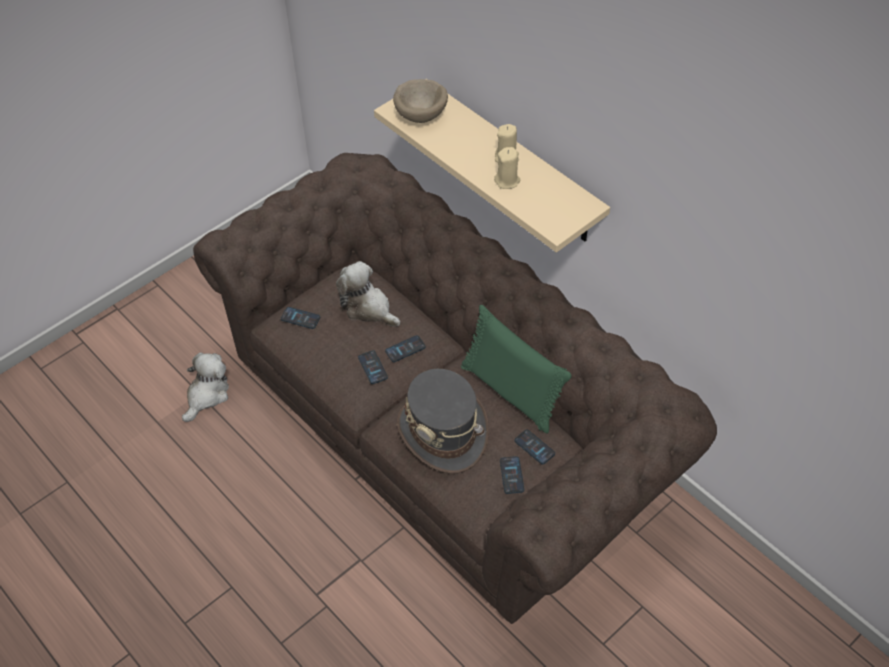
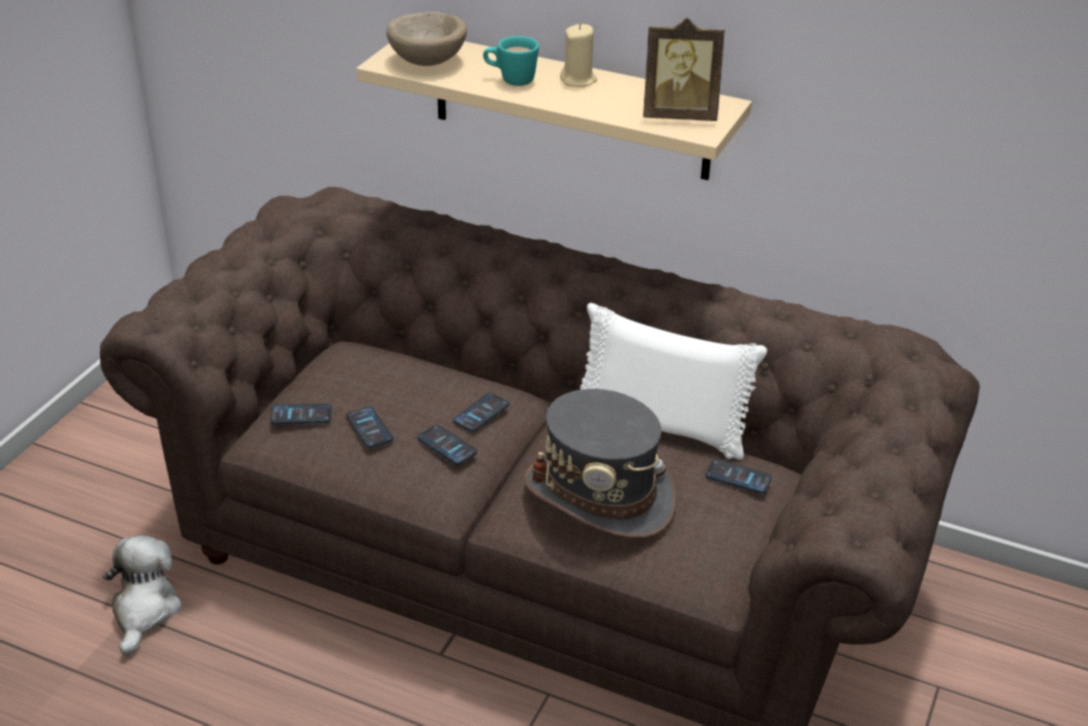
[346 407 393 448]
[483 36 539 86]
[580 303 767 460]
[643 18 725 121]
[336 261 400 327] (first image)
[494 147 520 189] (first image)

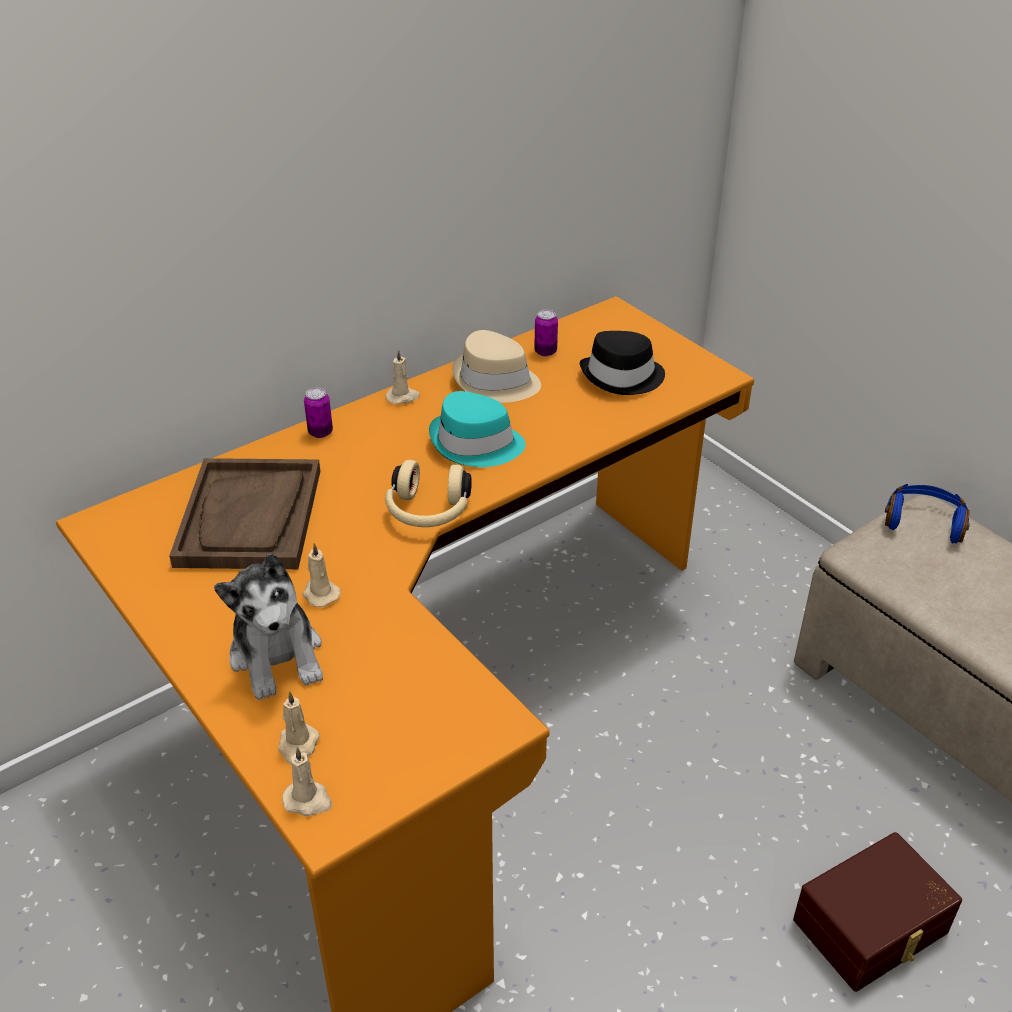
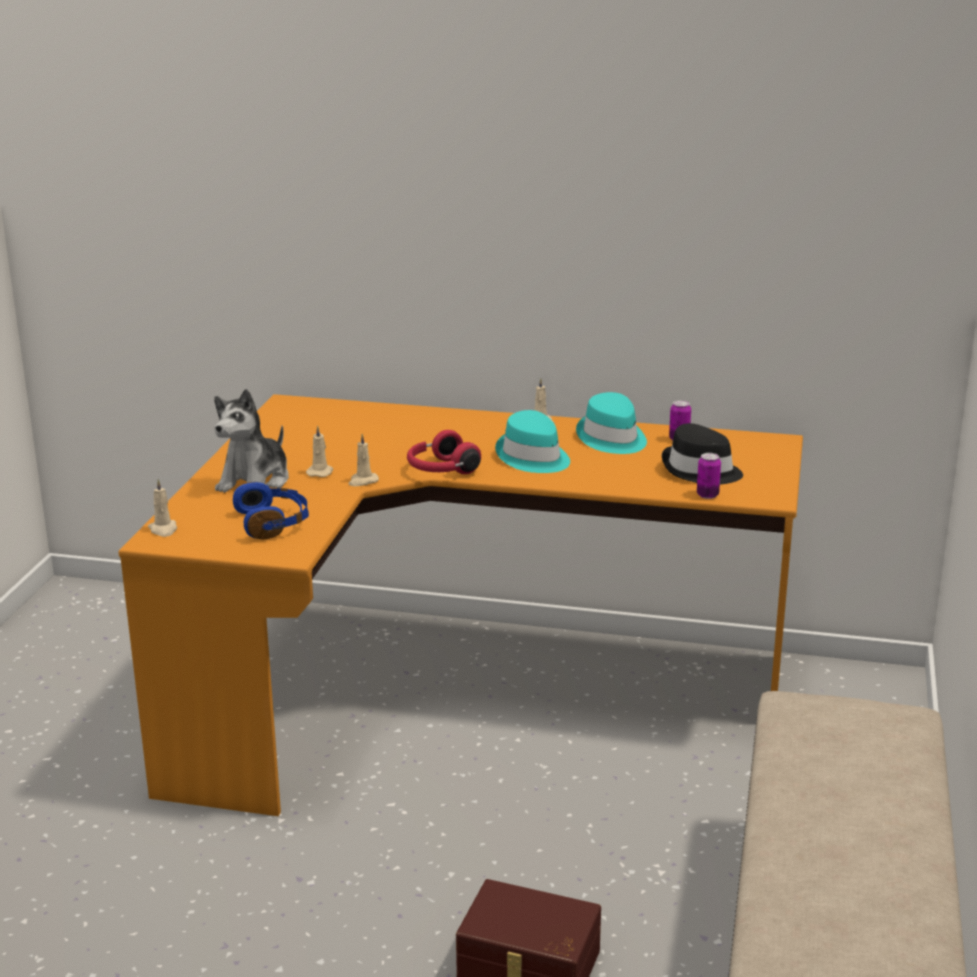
[233 482 309 539]
[348 434 379 486]
[407 430 481 474]
[576 392 647 454]
[697 453 721 499]
[169 458 320 569] (first image)

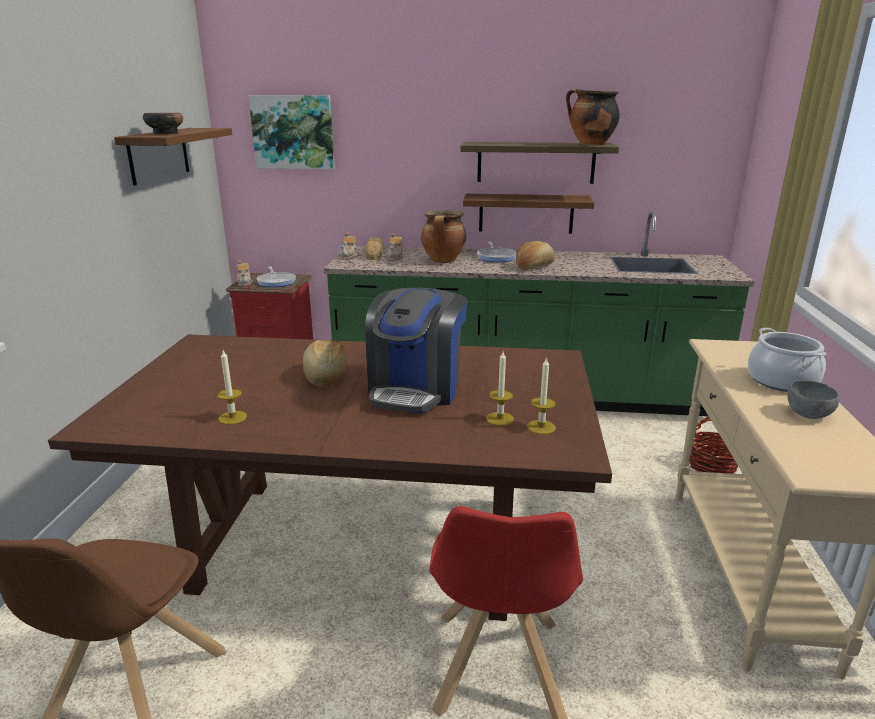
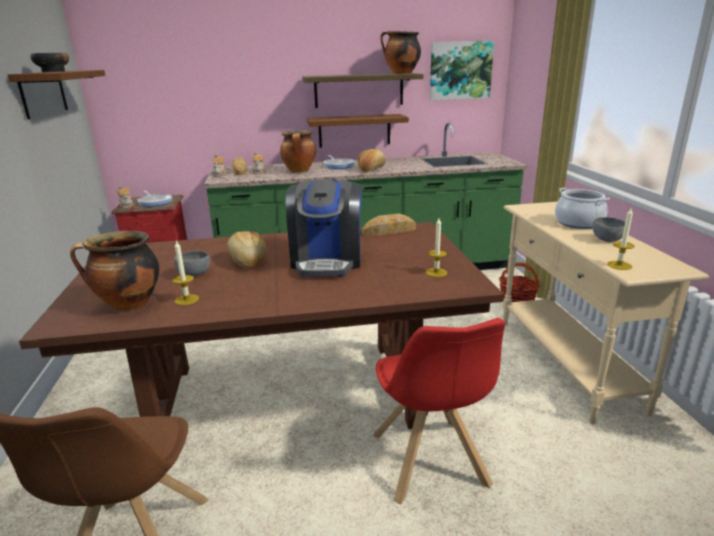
[70 231 159 311]
[174 251 210 276]
[362 213 416 236]
[430 41 494 100]
[607 208 634 270]

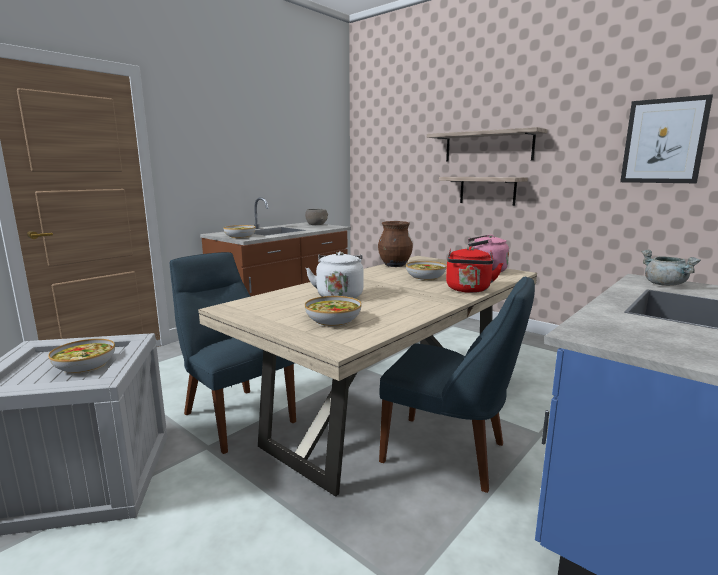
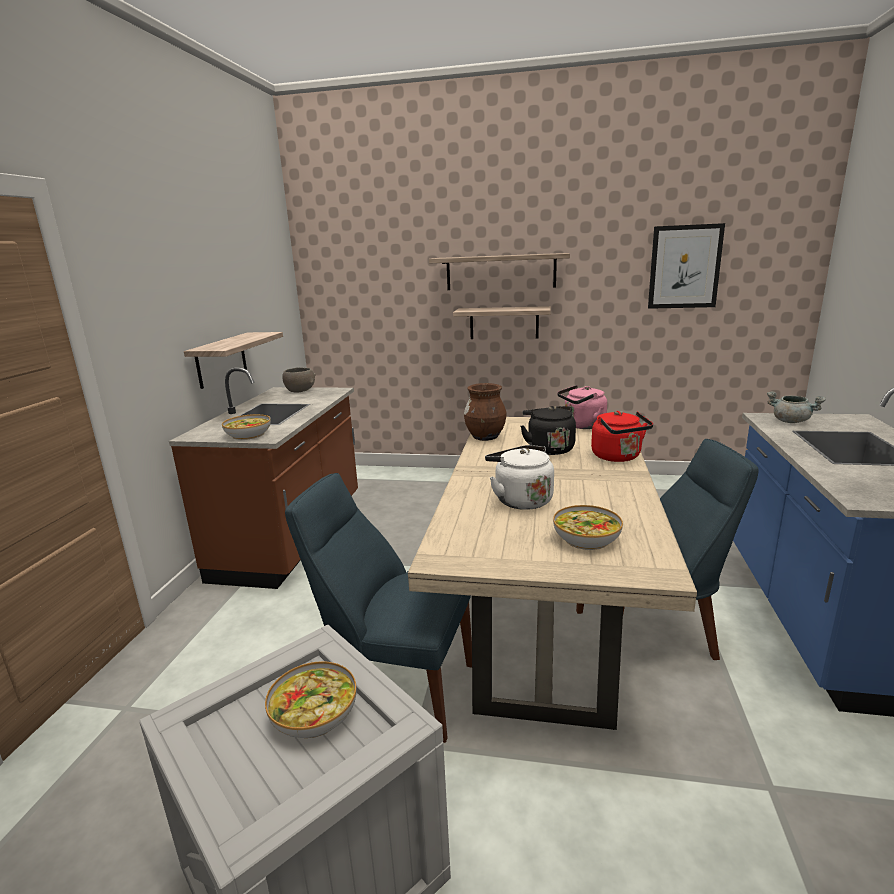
[184 332 283 389]
[521 406 576 455]

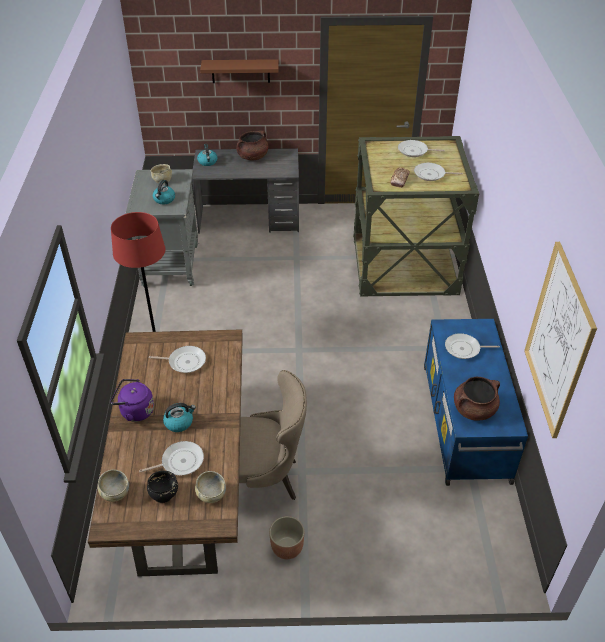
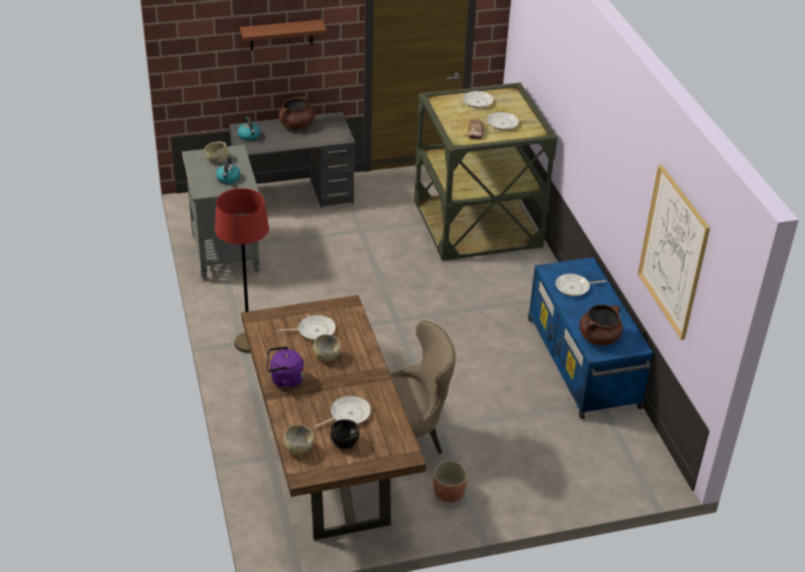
[313 334 341 362]
[163 403 196 432] (first image)

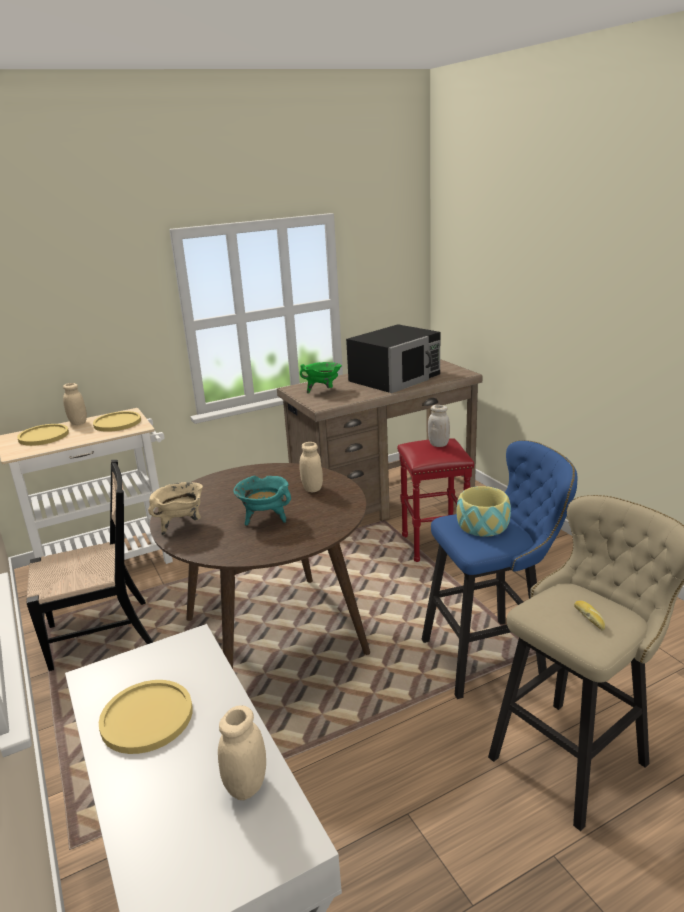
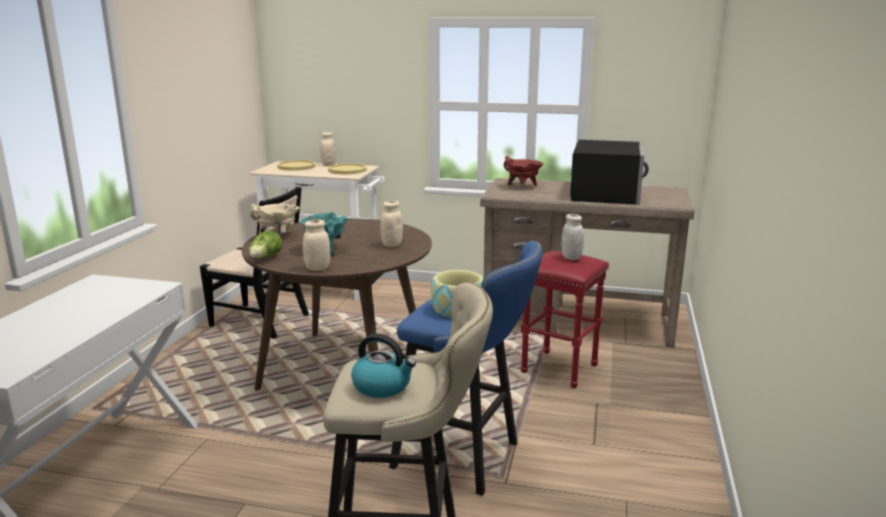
[249 230 282 258]
[303 220 330 271]
[351 333 416 398]
[504 156 544 186]
[570 140 649 205]
[99 680 193 754] (first image)

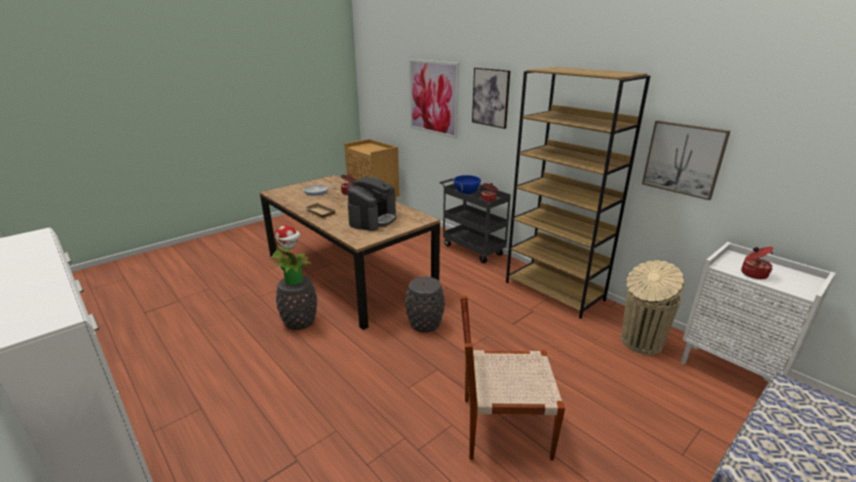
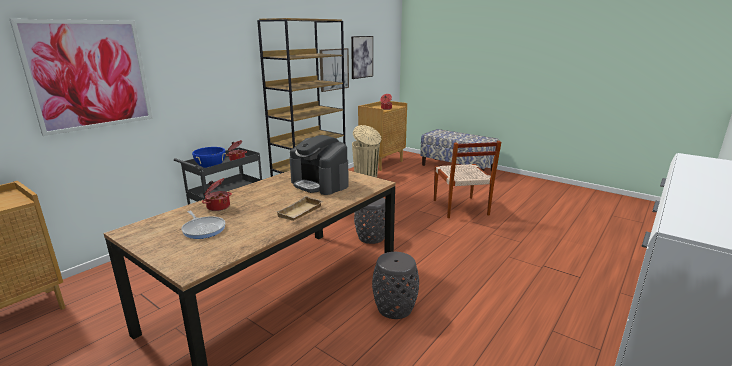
[290 135 349 195]
[351 36 373 79]
[358 101 407 171]
[271 225 311 285] (first image)

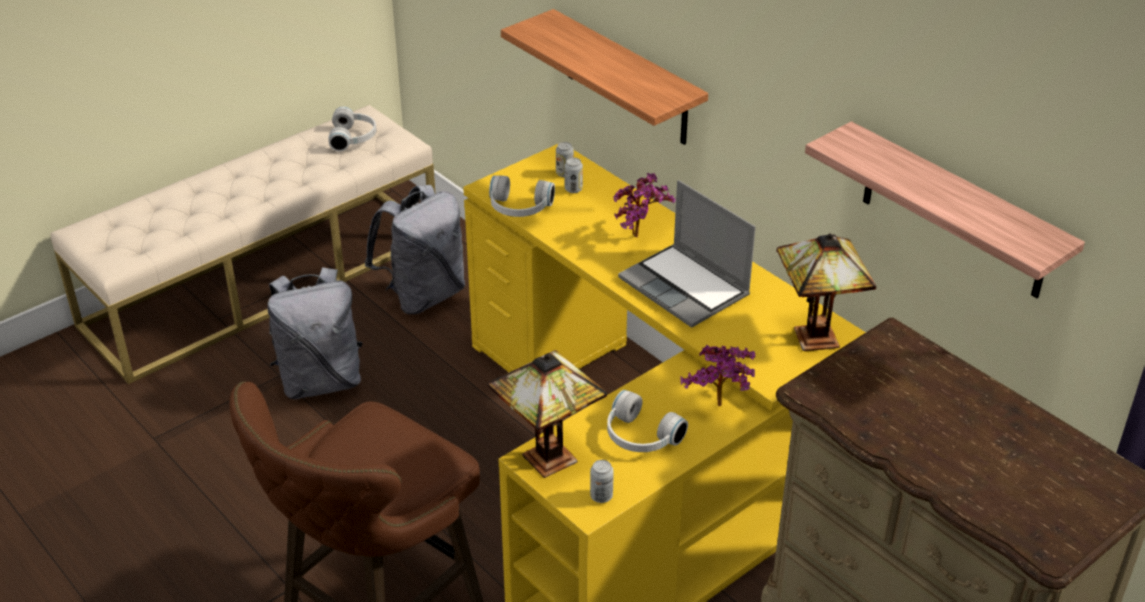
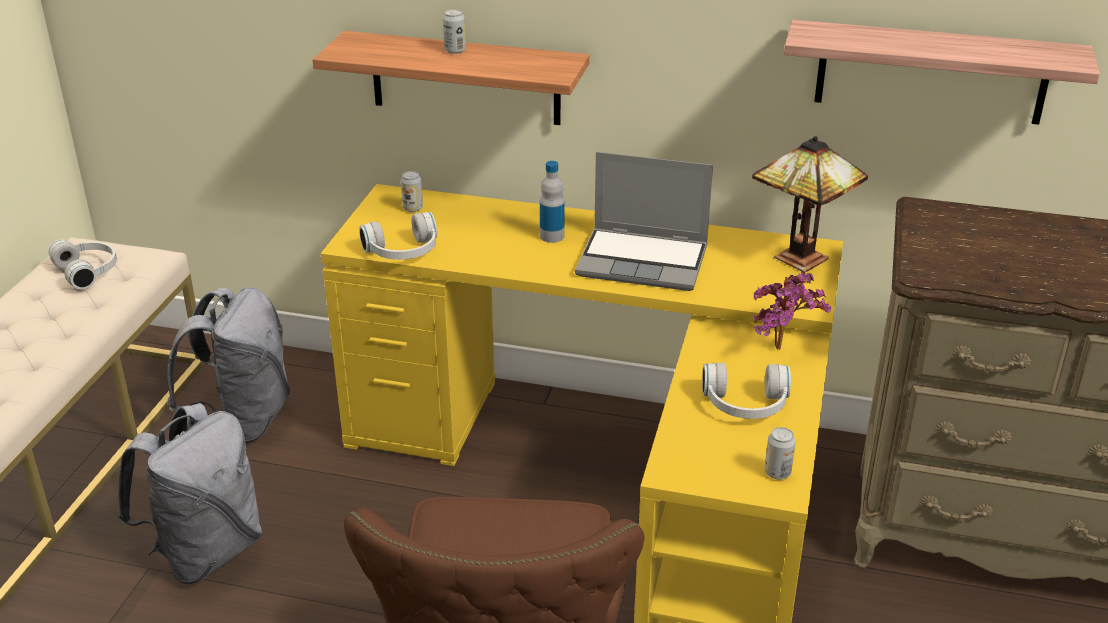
[443 9 466 54]
[540 161 565 243]
[488 350 607 478] (first image)

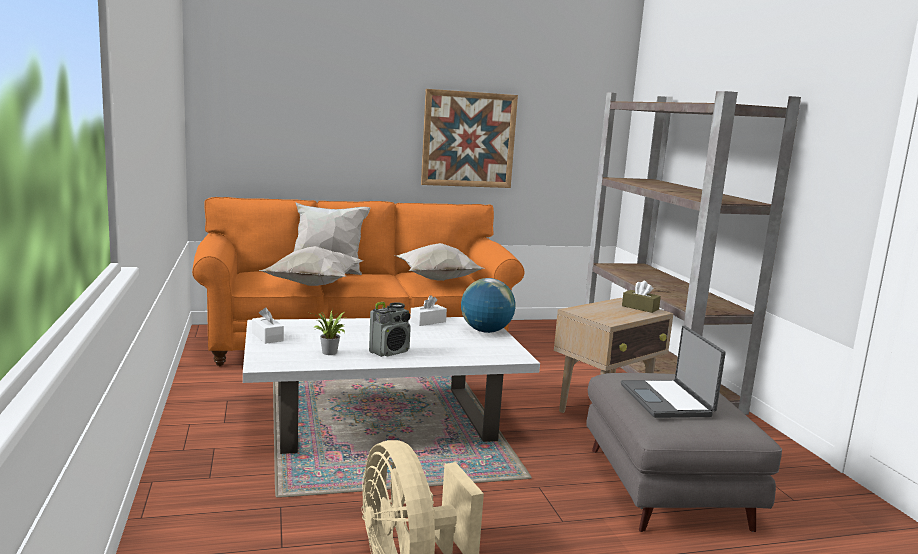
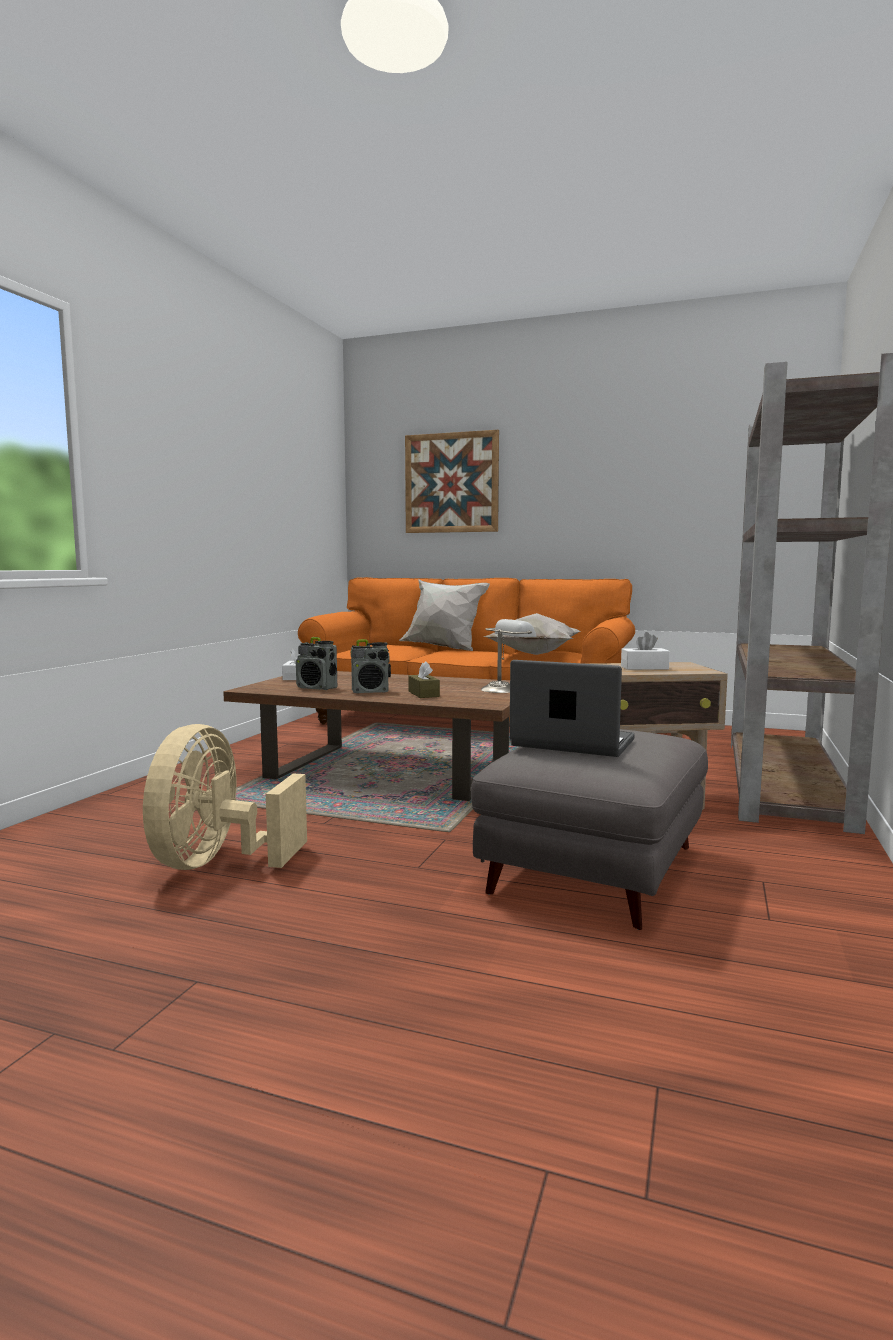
[223 671 510 801]
[296 637 337 690]
[405 430 499 533]
[408 661 440 698]
[481 619 536 693]
[509 660 635 757]
[621 632 670 670]
[259 246 362 286] (first image)

